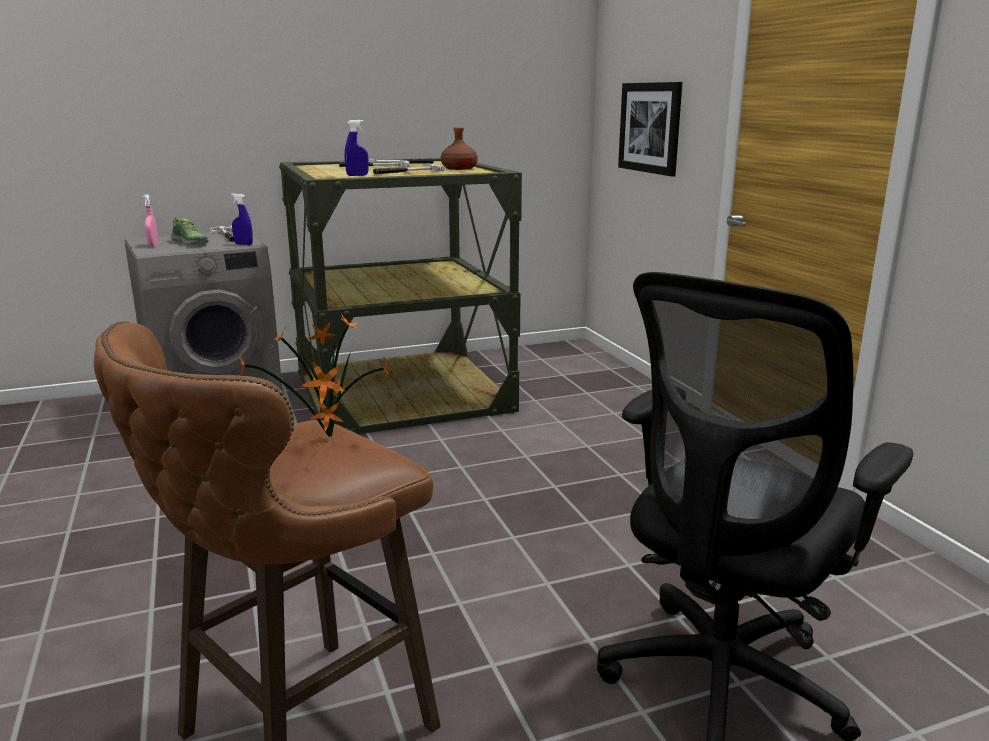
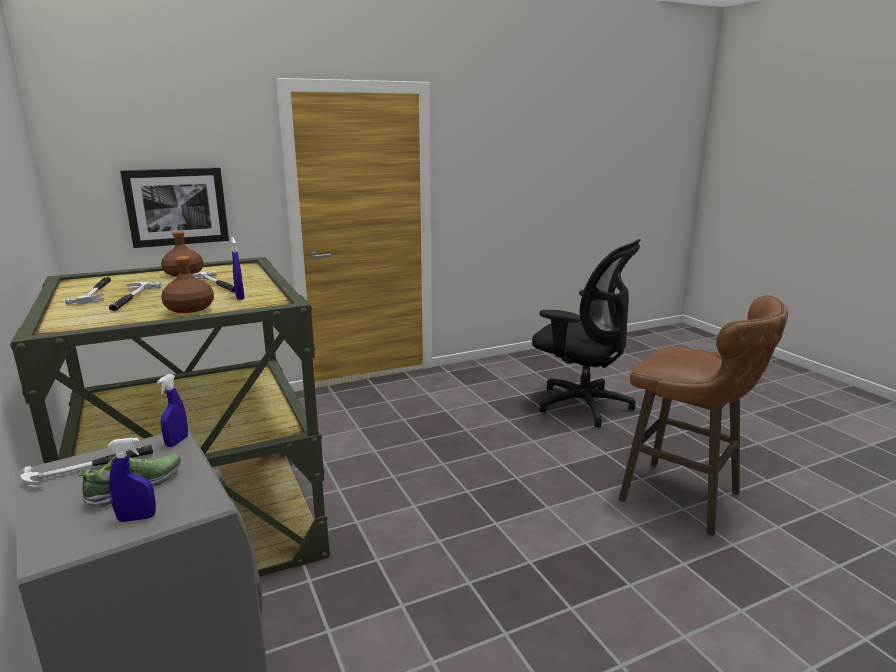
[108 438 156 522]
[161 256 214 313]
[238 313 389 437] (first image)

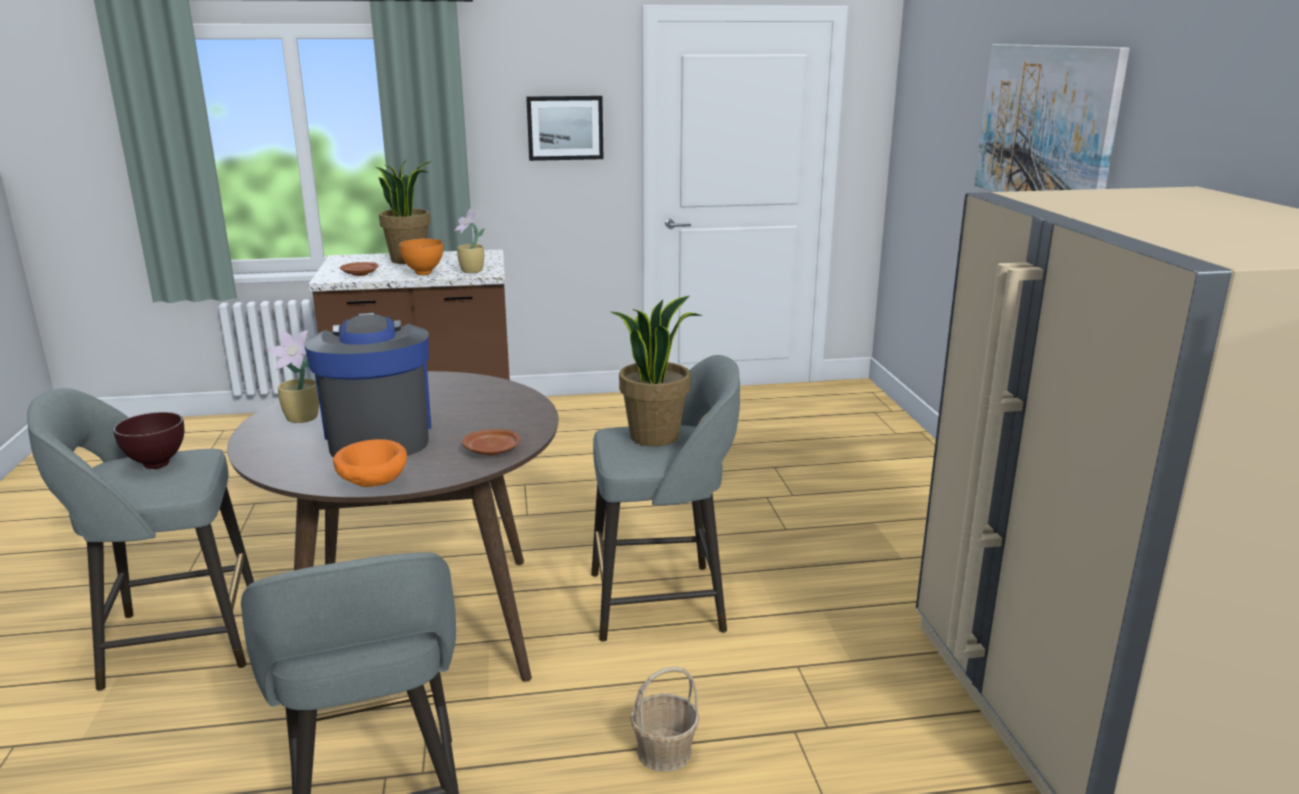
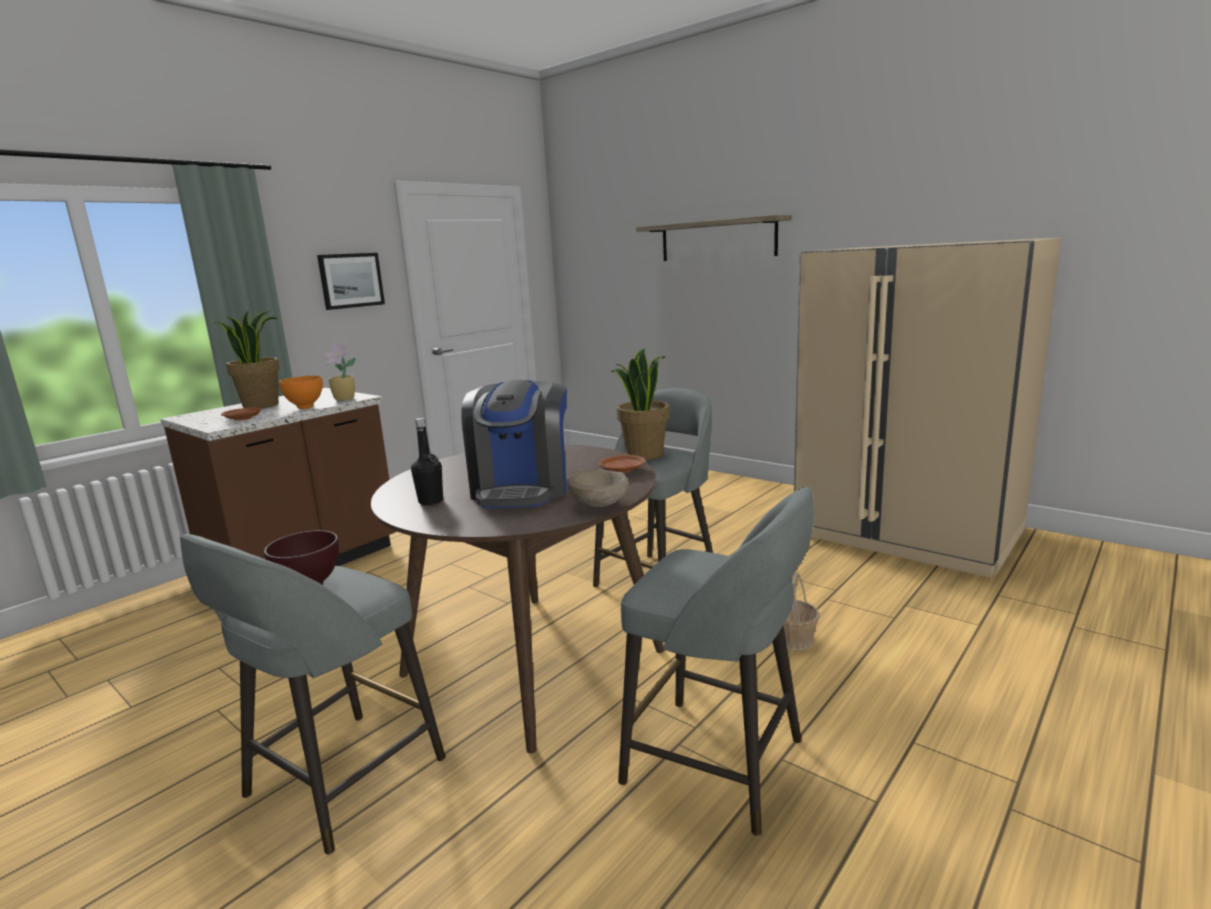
[411 418 443 505]
[461 380 567 508]
[567 470 629 507]
[636 215 792 261]

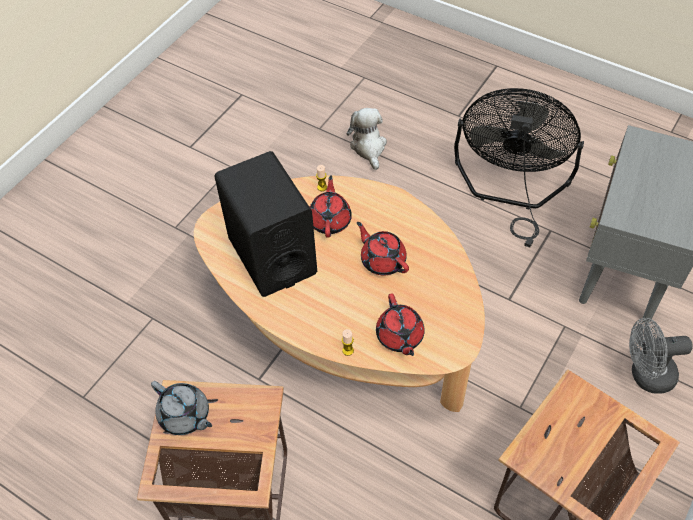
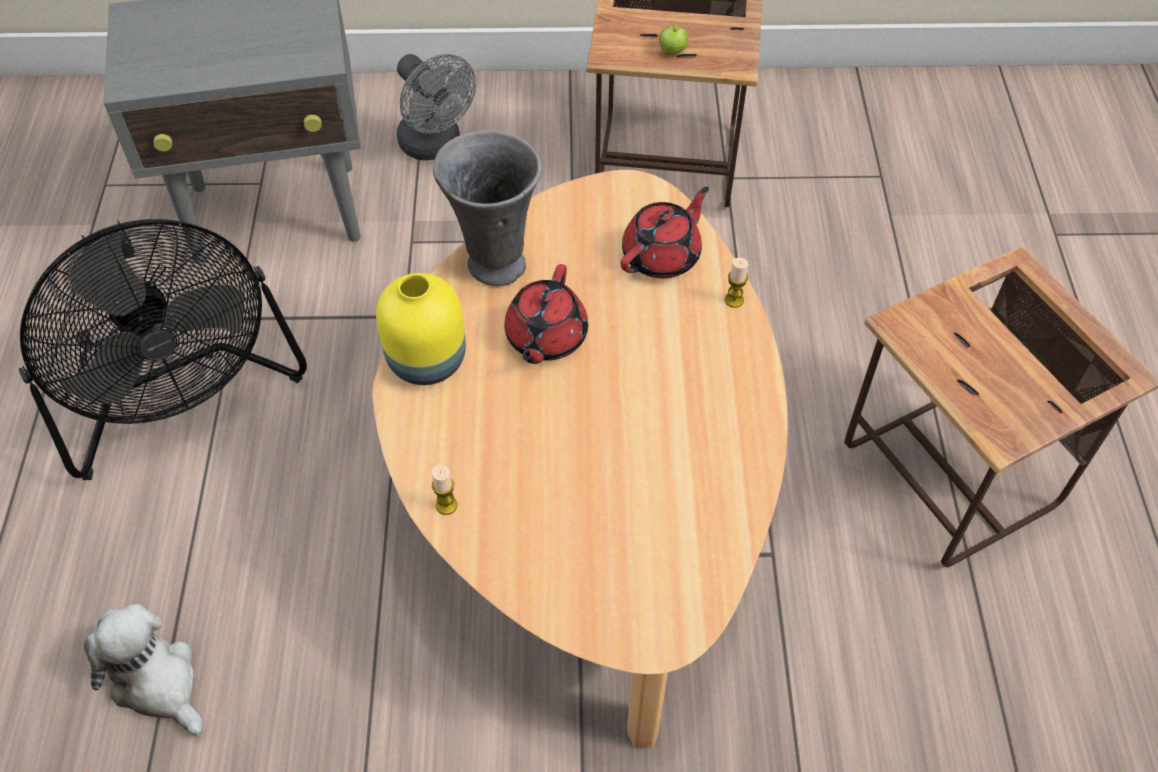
[19 219 307 480]
[84 604 204 737]
[376 273 466 385]
[433 130 541 286]
[659 24 688 55]
[151 381 212 435] (first image)
[214 151 317 297] (first image)
[310 175 352 238] (first image)

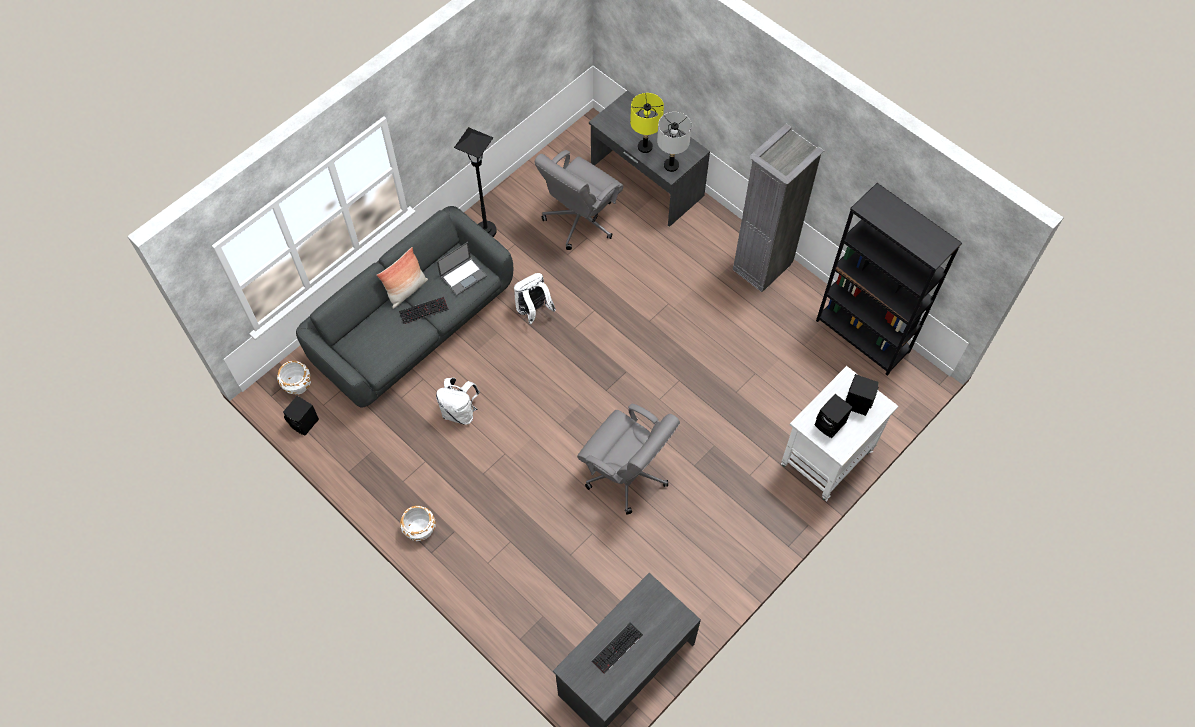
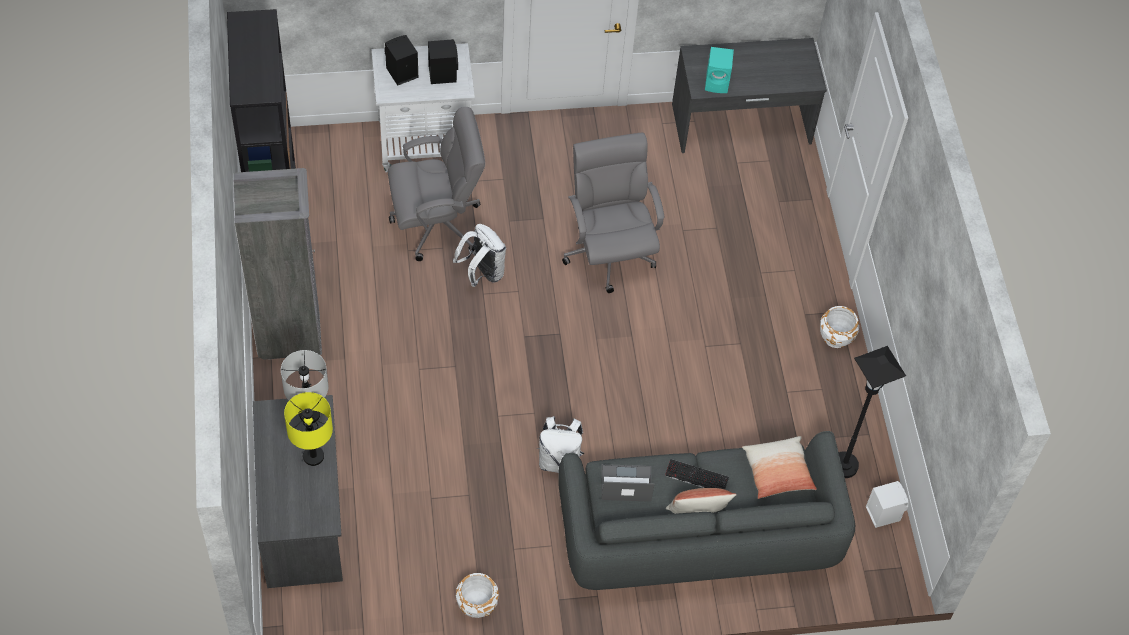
[388 107 485 261]
[453 224 506 287]
[456 573 499 618]
[705 47 734 93]
[742 436 817 499]
[839 346 906 478]
[866 481 908 528]
[592 623 643 674] (first image)

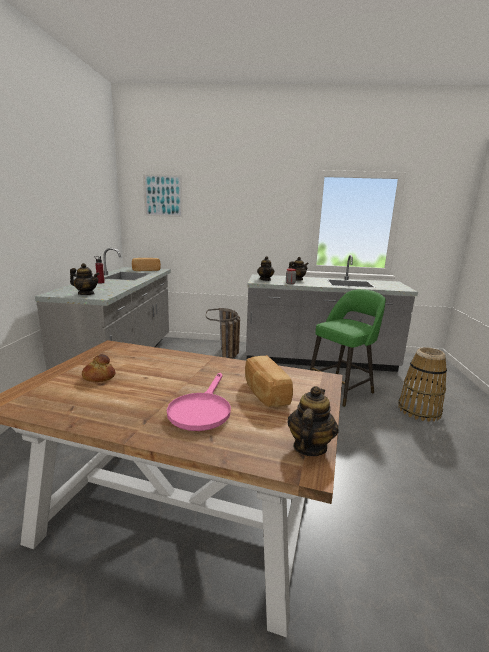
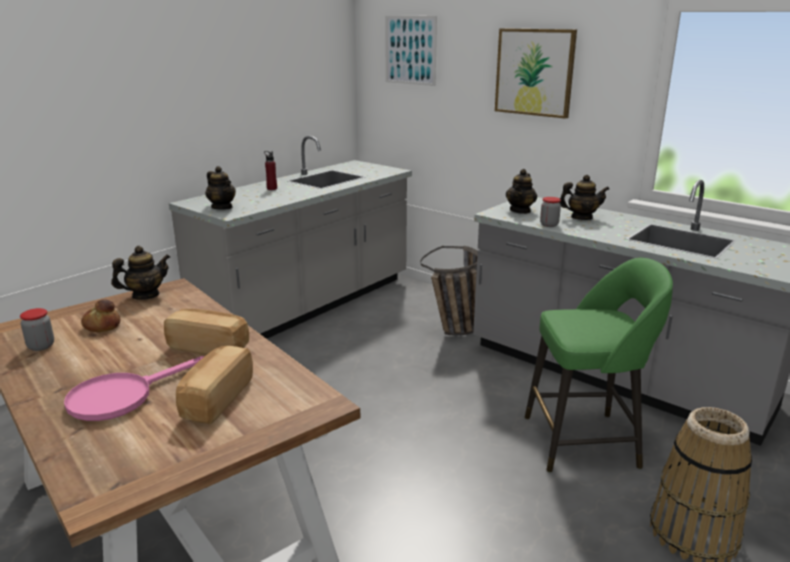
[20 308 54 351]
[111 246 170 300]
[164 309 249 355]
[495 28 577 119]

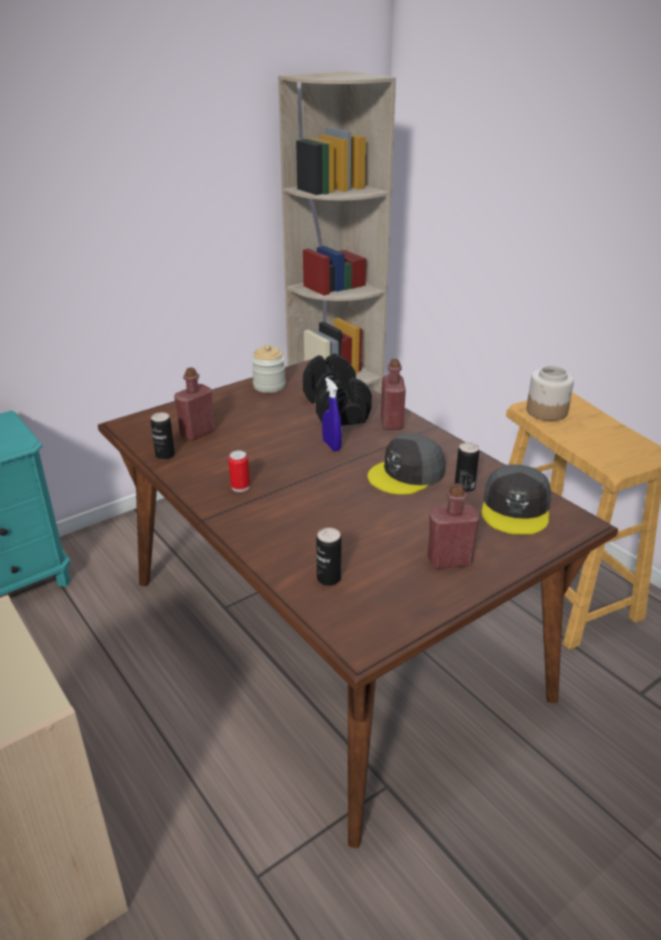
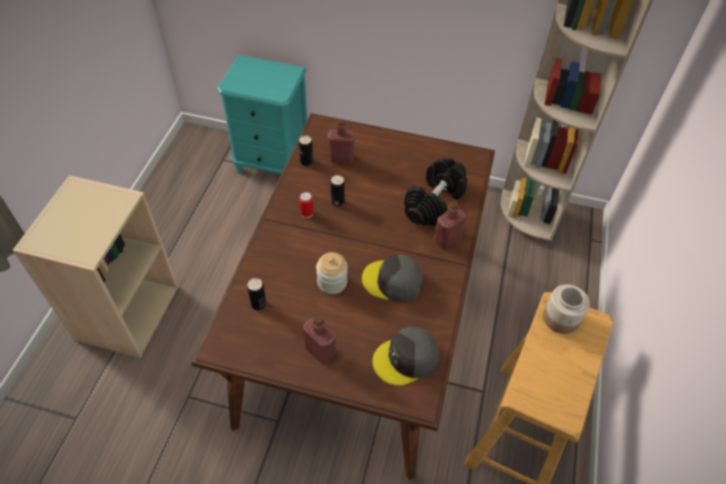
[316 252 348 294]
[330 175 345 206]
[322 377 342 452] (first image)

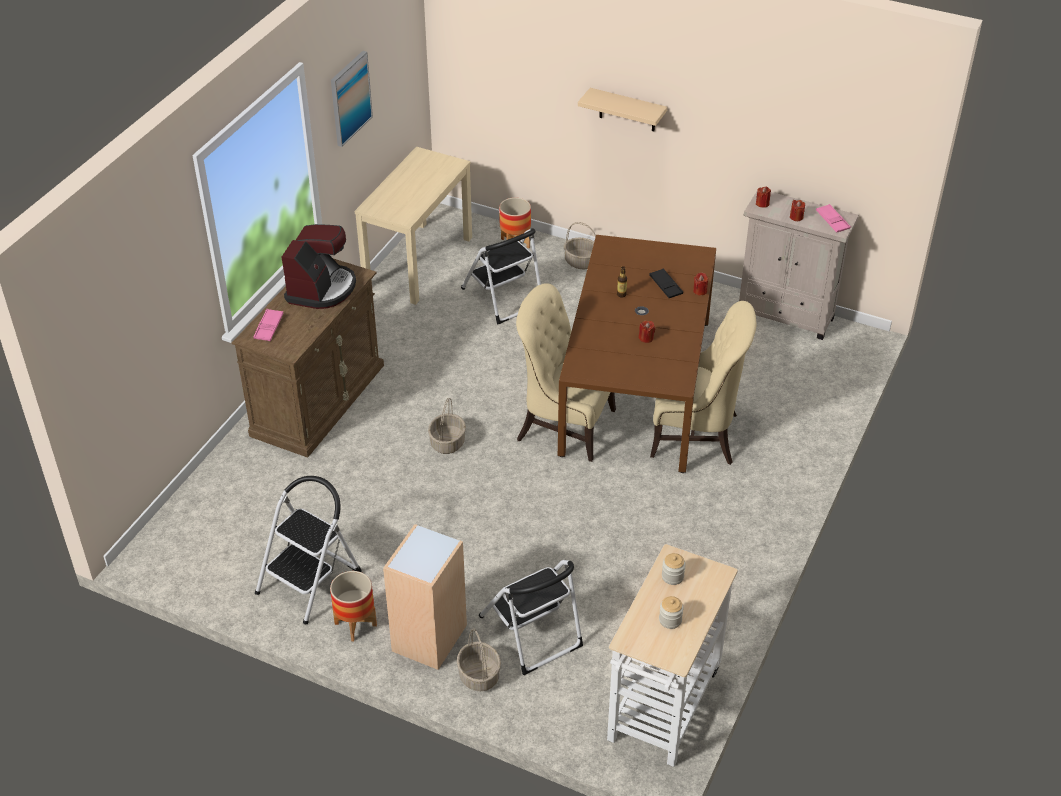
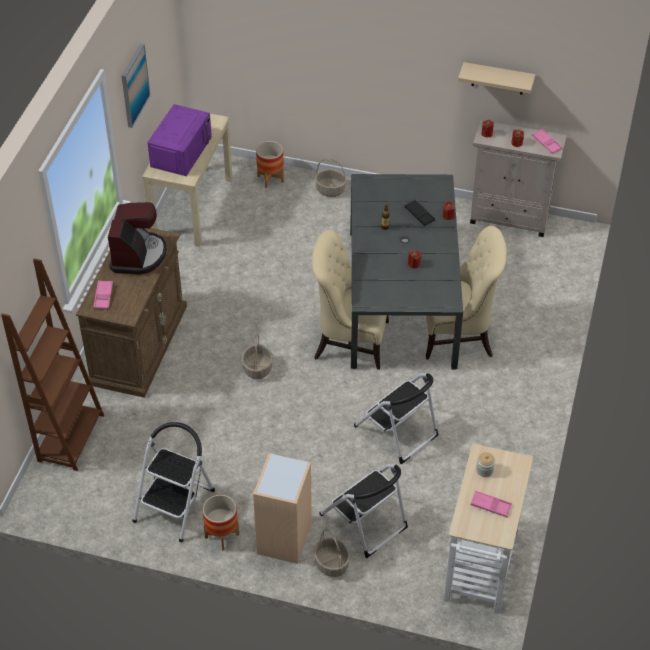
[1 258 104 471]
[147 104 212 176]
[350 174 463 370]
[354 373 438 464]
[458 62 535 95]
[471 491 512 518]

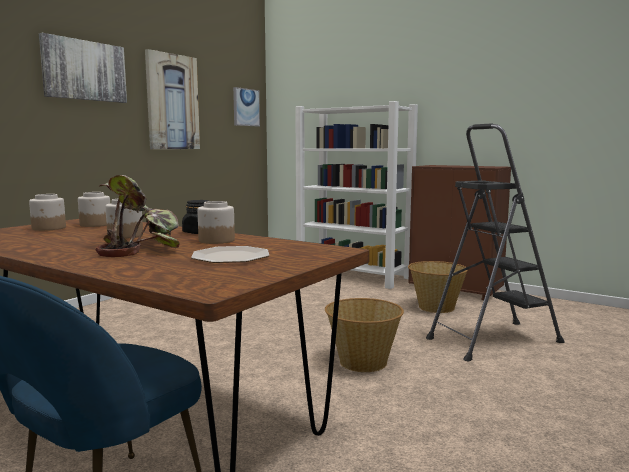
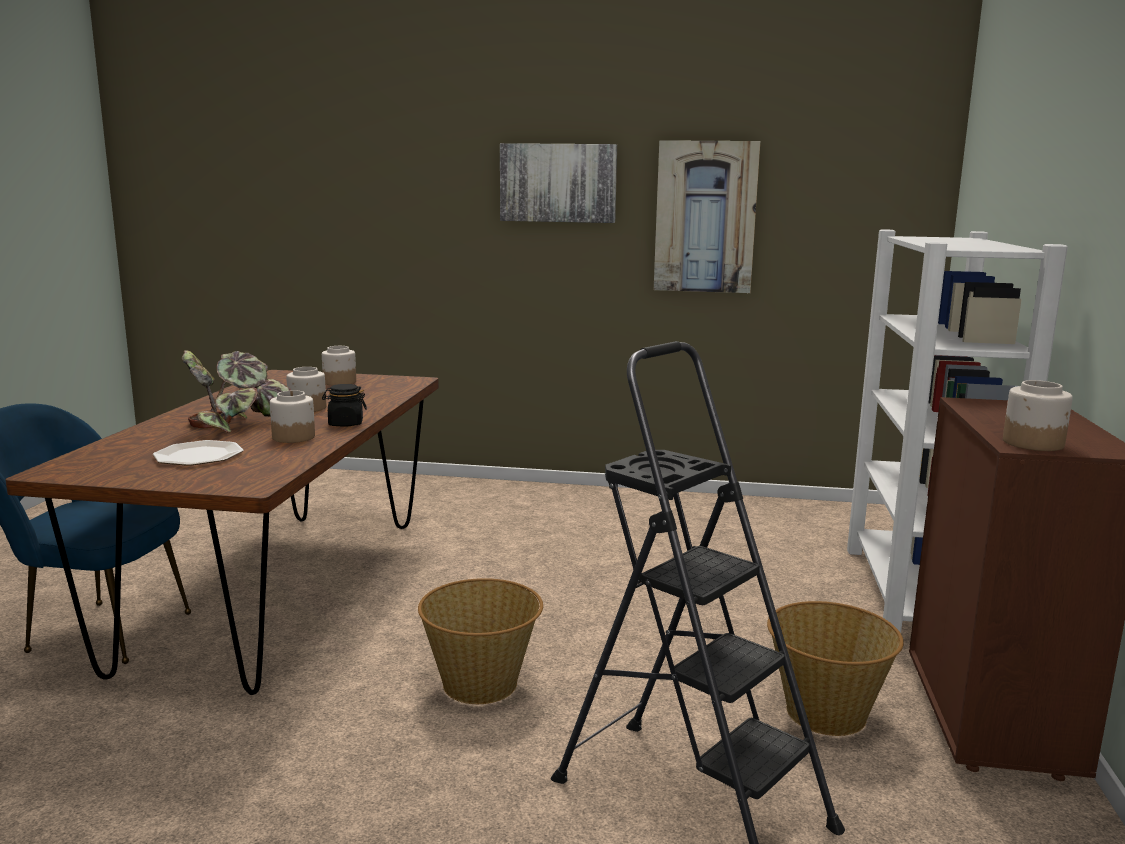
[1003 380 1073 451]
[233 87 260 127] (first image)

